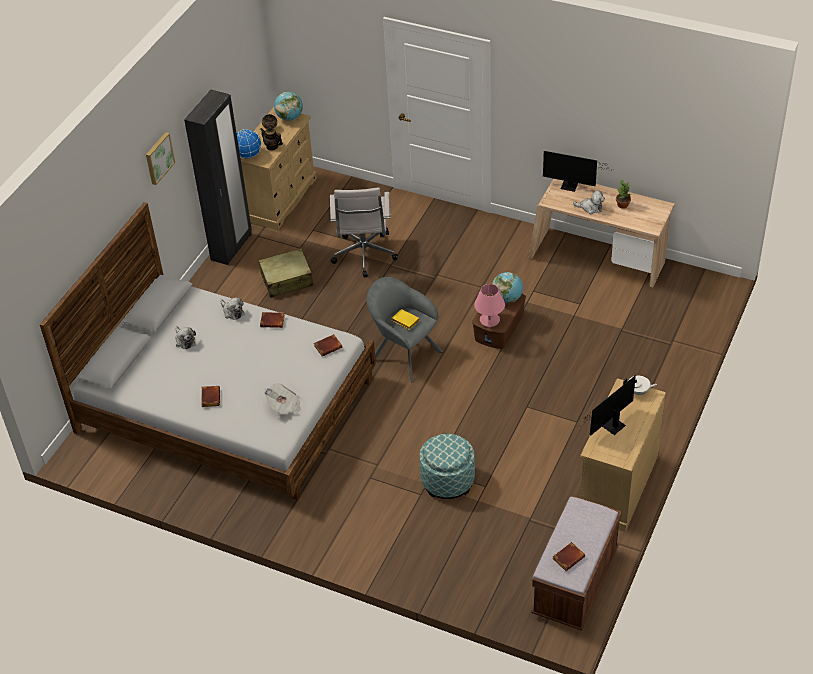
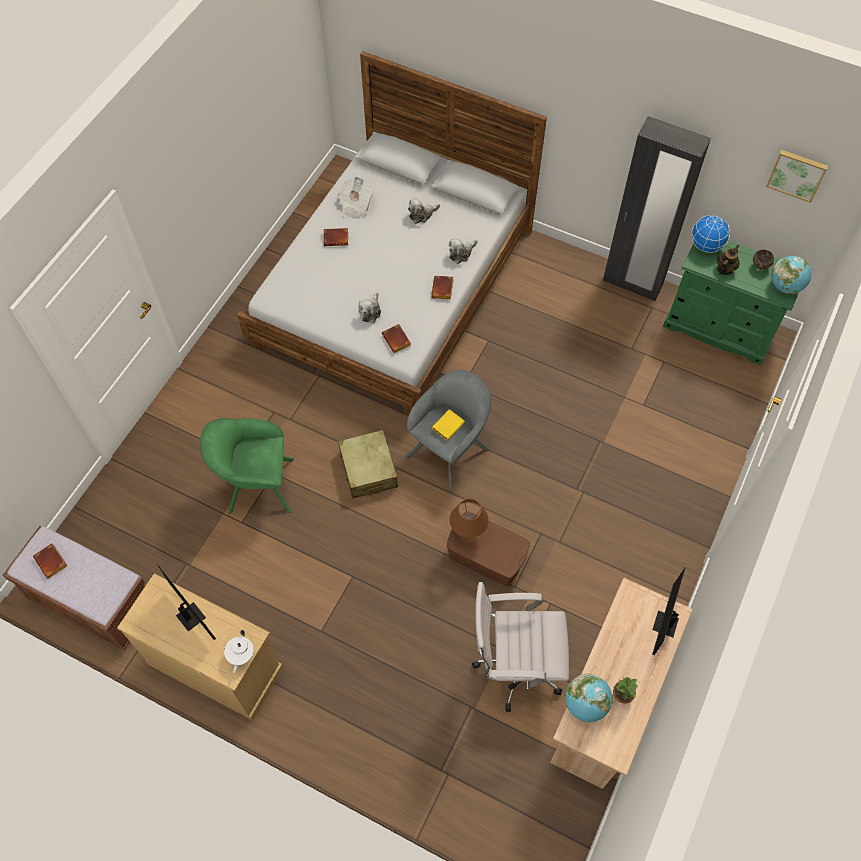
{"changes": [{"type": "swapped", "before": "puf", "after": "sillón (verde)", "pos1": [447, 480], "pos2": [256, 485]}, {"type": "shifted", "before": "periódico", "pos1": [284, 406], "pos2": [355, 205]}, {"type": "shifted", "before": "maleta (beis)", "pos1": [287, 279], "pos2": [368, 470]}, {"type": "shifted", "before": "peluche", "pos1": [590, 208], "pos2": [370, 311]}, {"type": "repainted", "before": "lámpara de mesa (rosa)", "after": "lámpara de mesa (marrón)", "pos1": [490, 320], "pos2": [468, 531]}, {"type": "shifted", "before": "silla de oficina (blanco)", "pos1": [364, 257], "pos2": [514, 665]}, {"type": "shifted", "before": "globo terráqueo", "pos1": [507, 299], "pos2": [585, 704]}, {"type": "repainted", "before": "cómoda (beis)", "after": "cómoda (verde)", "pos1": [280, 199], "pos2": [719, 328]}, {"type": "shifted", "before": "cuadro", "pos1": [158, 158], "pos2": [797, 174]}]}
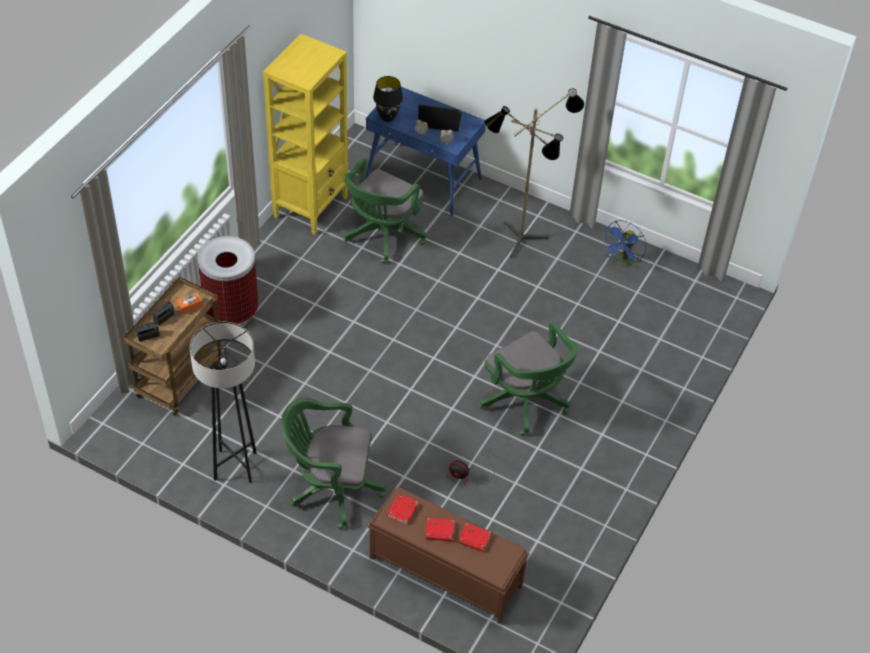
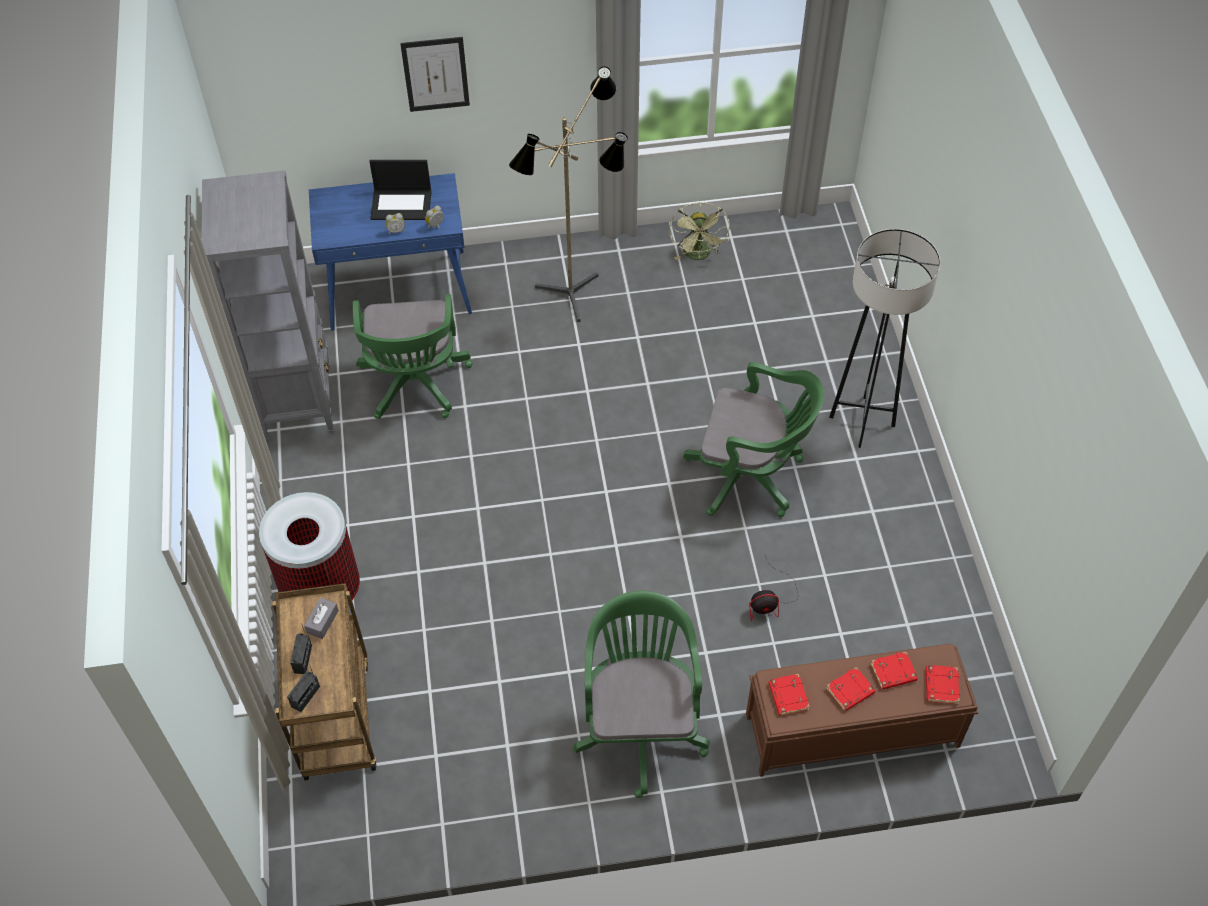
{"changes": [{"type": "repainted", "before": "estantería (amarillo)", "after": "estantería (gris)", "pos1": [311, 207], "pos2": [298, 401]}, {"type": "repainted", "before": "caja de pañuelos (naranja)", "after": "caja de pañuelos (gris)", "pos1": [190, 306], "pos2": [322, 621]}, {"type": "rotated", "before": "portátil", "pos1": [439, 121], "pos2": [402, 204], "turn": -150}, {"type": "new", "after": "cuadro", "pos2": [435, 74]}, {"type": "rotated", "before": "silla de oficina (verde)", "pos1": [331, 488], "pos2": [640, 725], "turn": 120}, {"type": "repainted", "before": "ventilador (azul)", "after": "ventilador (verde)", "pos1": [623, 263], "pos2": [698, 255]}, {"type": "shifted", "before": "lámpara de pie (gris)", "pos1": [235, 466], "pos2": [862, 421]}, {"type": "new", "after": "libro (rojo)", "pos2": [940, 685]}, {"type": "gone", "before": "lámpara de mesa (negro)", "pos1": [387, 118]}]}
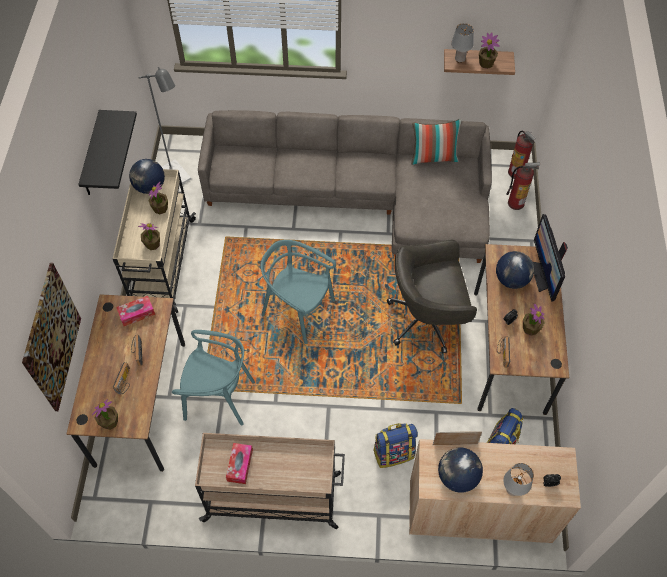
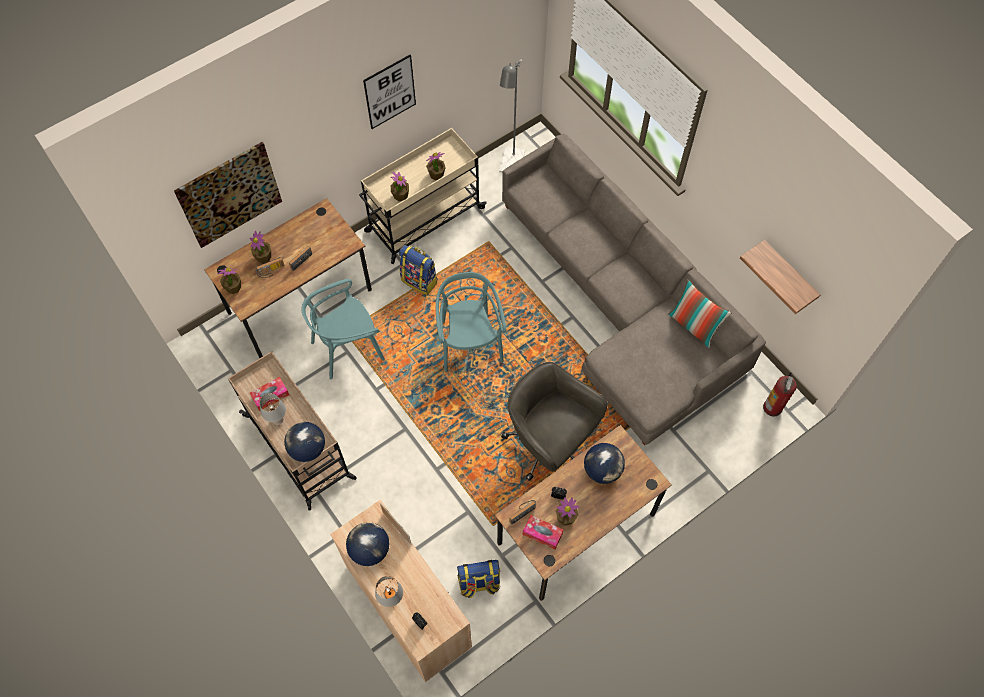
{"changes": [{"type": "shifted", "before": "planta en maceta", "pos1": [486, 63], "pos2": [264, 257]}, {"type": "shifted", "before": "lámpara de mesa (gris)", "pos1": [459, 60], "pos2": [277, 420]}, {"type": "shifted", "before": "globo terráqueo", "pos1": [150, 187], "pos2": [307, 449]}, {"type": "rotated", "before": "silla (turquesa)", "pos1": [219, 397], "pos2": [347, 348], "turn": 90}, {"type": "swapped", "before": "estante (negro)", "after": "cuadro", "pos1": [92, 156], "pos2": [390, 92]}, {"type": "shifted", "before": "mochila", "pos1": [393, 453], "pos2": [420, 280]}, {"type": "shifted", "before": "caja de pañuelos", "pos1": [137, 313], "pos2": [542, 533]}, {"type": "gone", "before": "extintor", "pos1": [516, 203]}, {"type": "gone", "before": "monitor", "pos1": [543, 276]}]}
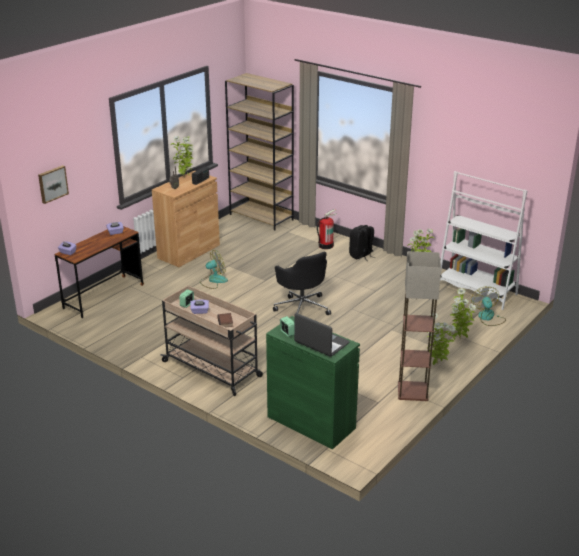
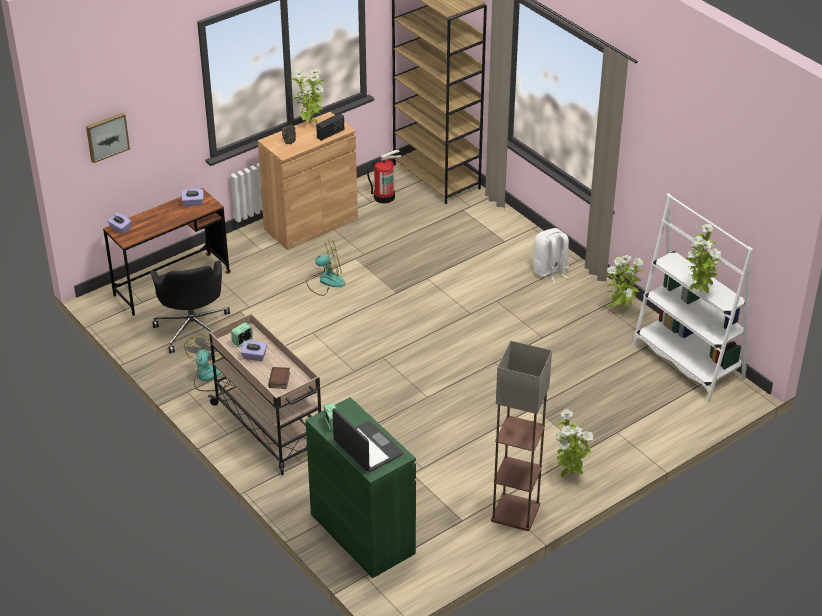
{"changes": [{"type": "shifted", "before": "silla de oficina (negro)", "pos1": [302, 307], "pos2": [193, 328]}, {"type": "shifted", "before": "ventilador", "pos1": [488, 318], "pos2": [208, 377]}, {"type": "shifted", "before": "extintor", "pos1": [326, 245], "pos2": [384, 197]}, {"type": "repainted", "before": "mochila (negro)", "after": "mochila (blanco)", "pos1": [361, 255], "pos2": [550, 271]}, {"type": "shifted", "before": "planta en maceta", "pos1": [459, 338], "pos2": [699, 292]}]}
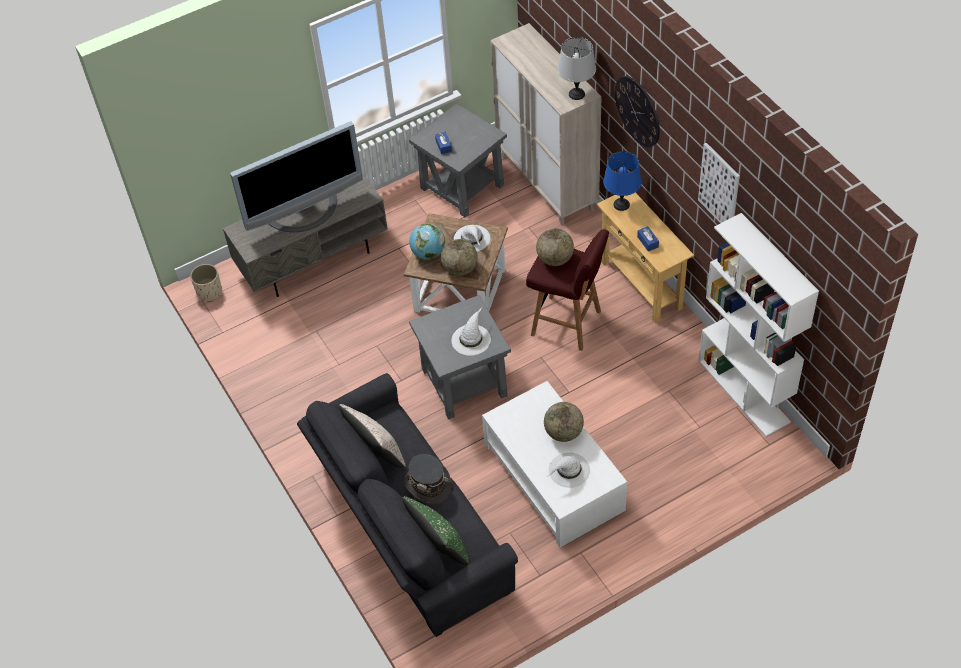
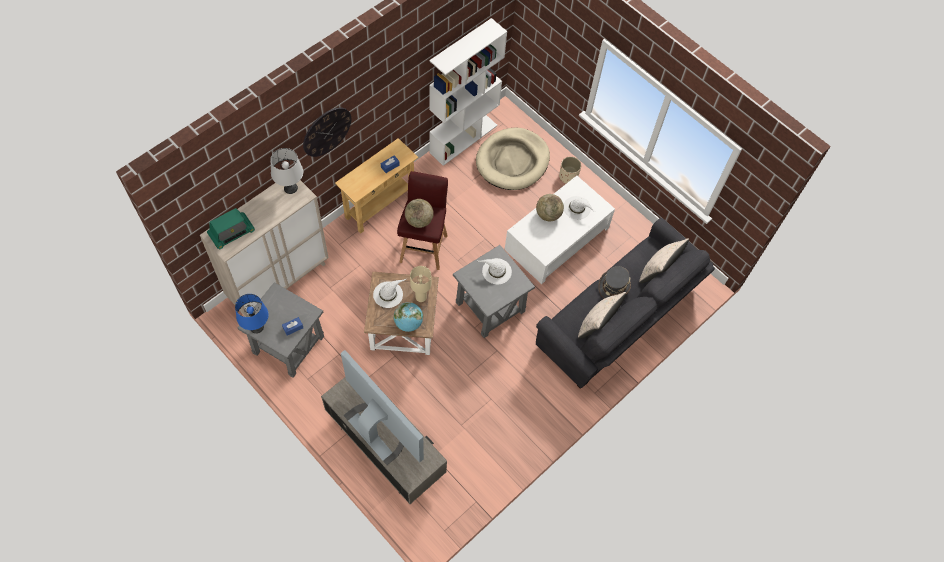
{"changes": [{"type": "new", "after": "radio", "pos2": [231, 233]}, {"type": "shifted", "before": "lámpara de mesa (azul)", "pos1": [621, 205], "pos2": [257, 327]}, {"type": "swapped", "before": "globo terráqueo", "after": "lámpara de mesa (beis)", "pos1": [460, 269], "pos2": [421, 297]}, {"type": "new", "after": "cama para perro (beis)", "pos2": [512, 161]}, {"type": "shifted", "before": "maceta (beis)", "pos1": [209, 292], "pos2": [568, 176]}, {"type": "repainted", "before": "cojín (verde)", "after": "cojín (beis)", "pos1": [440, 546], "pos2": [657, 271]}, {"type": "gone", "before": "cuadro", "pos1": [719, 187]}]}
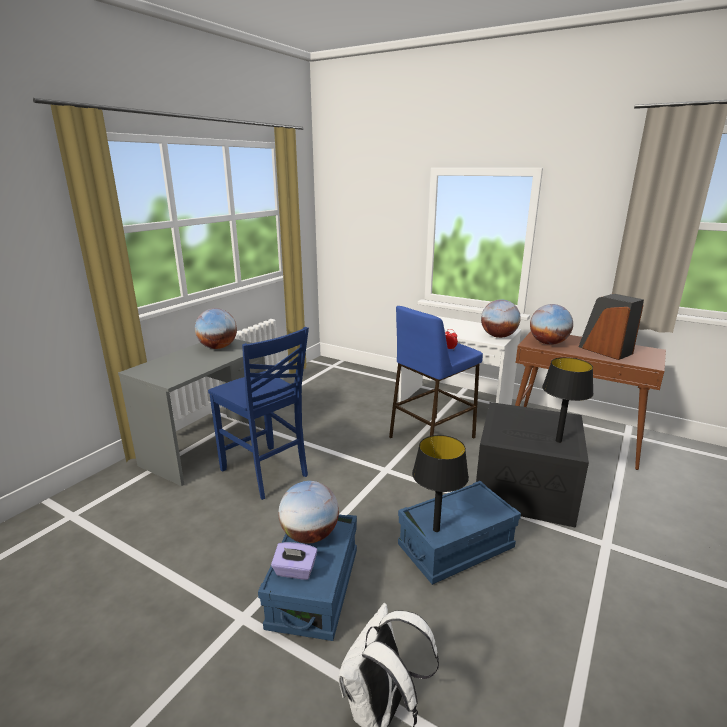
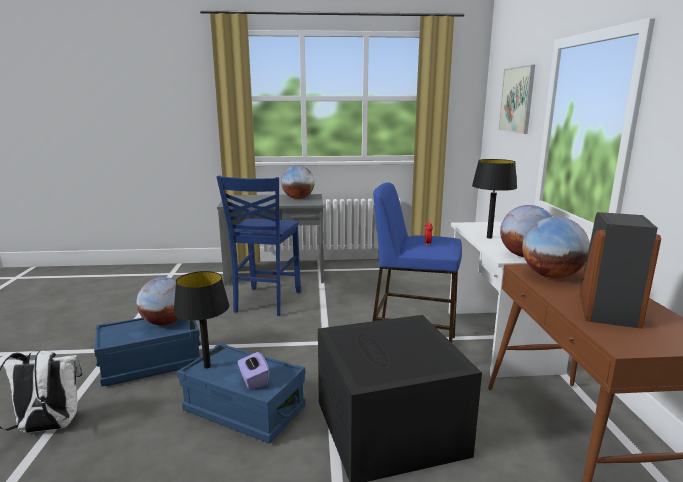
{"changes": [{"type": "shifted", "before": "caja de pañuelos (morado)", "pos1": [295, 571], "pos2": [253, 380]}, {"type": "shifted", "before": "lámpara de mesa (negro)", "pos1": [558, 441], "pos2": [489, 237]}, {"type": "new", "after": "cuadro", "pos2": [517, 99]}]}
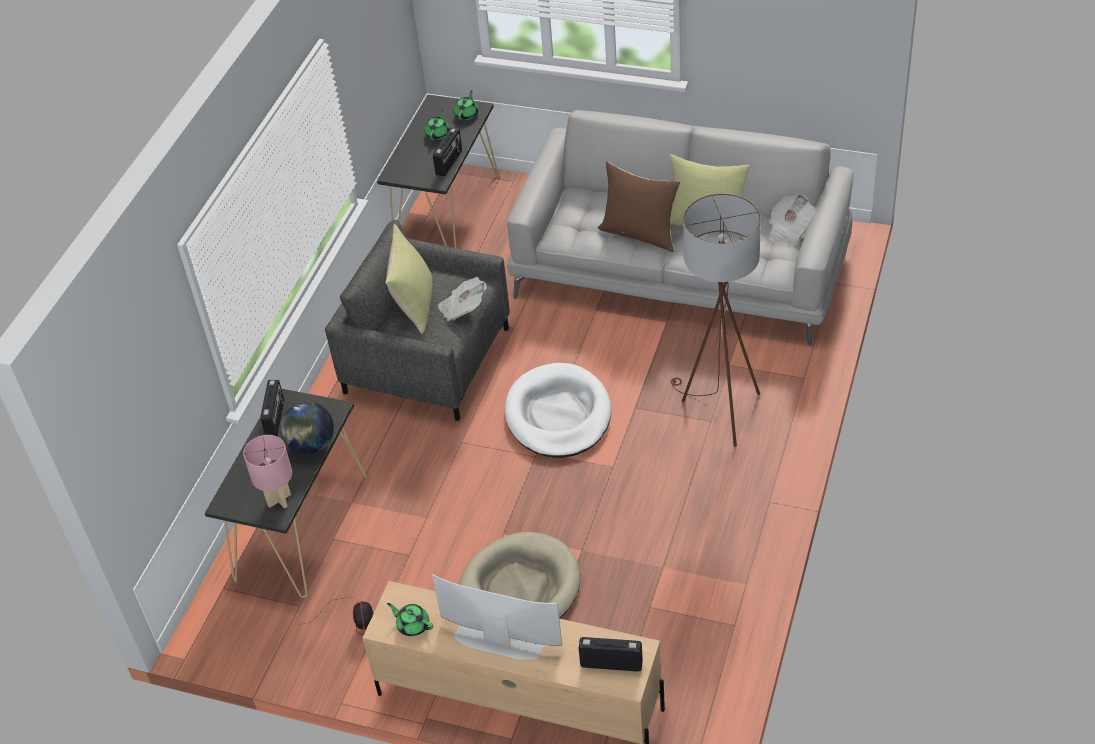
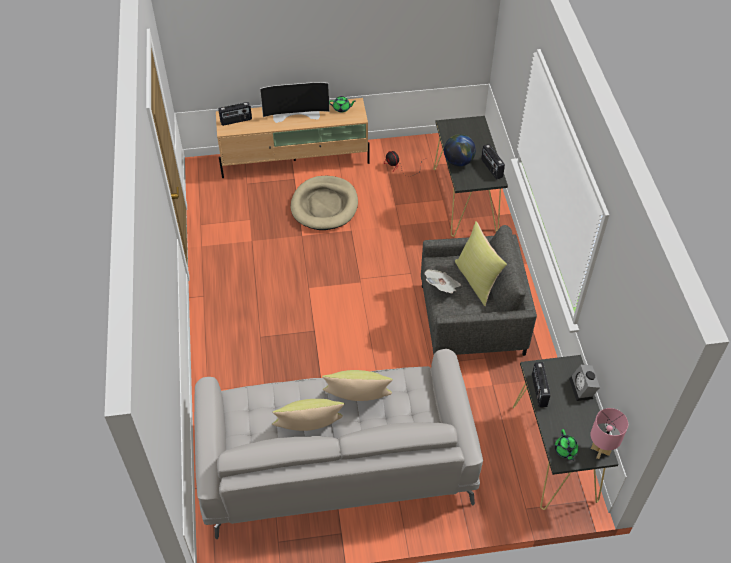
{"changes": [{"type": "repainted", "before": "cojín (marrón)", "after": "cojín (amarillo)", "pos1": [640, 233], "pos2": [356, 400]}, {"type": "new", "after": "despertador", "pos2": [582, 389]}, {"type": "shifted", "before": "lámpara de mesa (rosa)", "pos1": [278, 500], "pos2": [600, 451]}, {"type": "gone", "before": "tetera (verde)", "pos1": [438, 134]}, {"type": "gone", "before": "cama para perro (blanco)", "pos1": [558, 415]}, {"type": "gone", "before": "lámpara de pie (marrón)", "pos1": [718, 412]}, {"type": "gone", "before": "periódico", "pos1": [789, 229]}]}
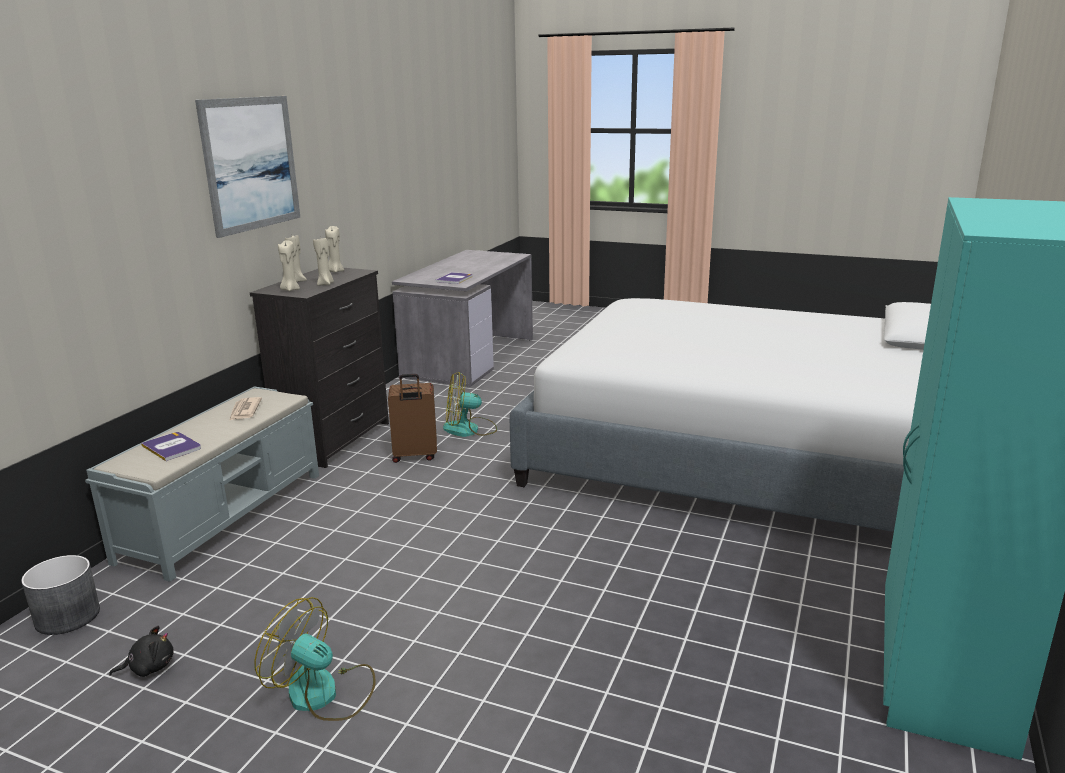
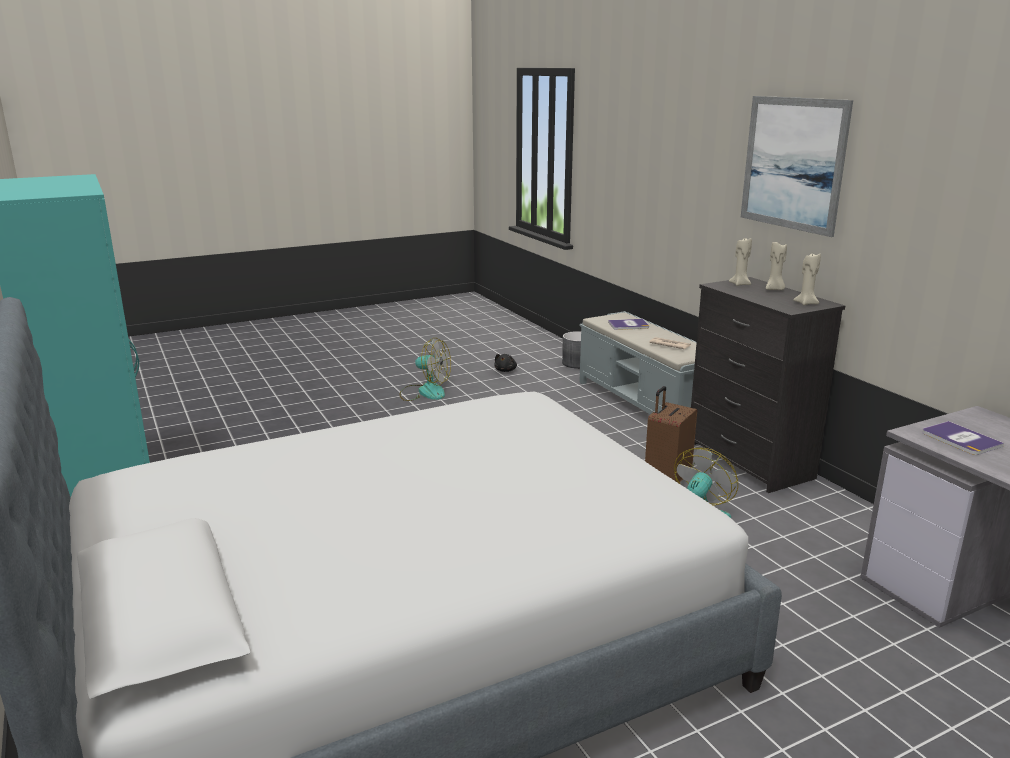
{"changes": [{"type": "rotated", "before": "ventilador", "pos1": [324, 694], "pos2": [425, 392], "turn": 45}, {"type": "gone", "before": "vela (beis)", "pos1": [325, 284]}]}
